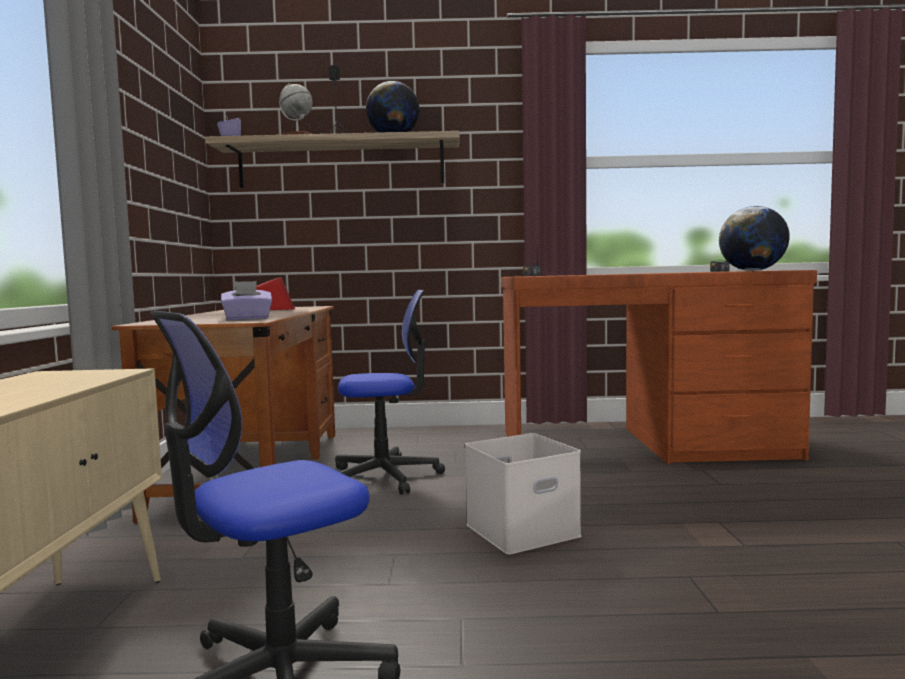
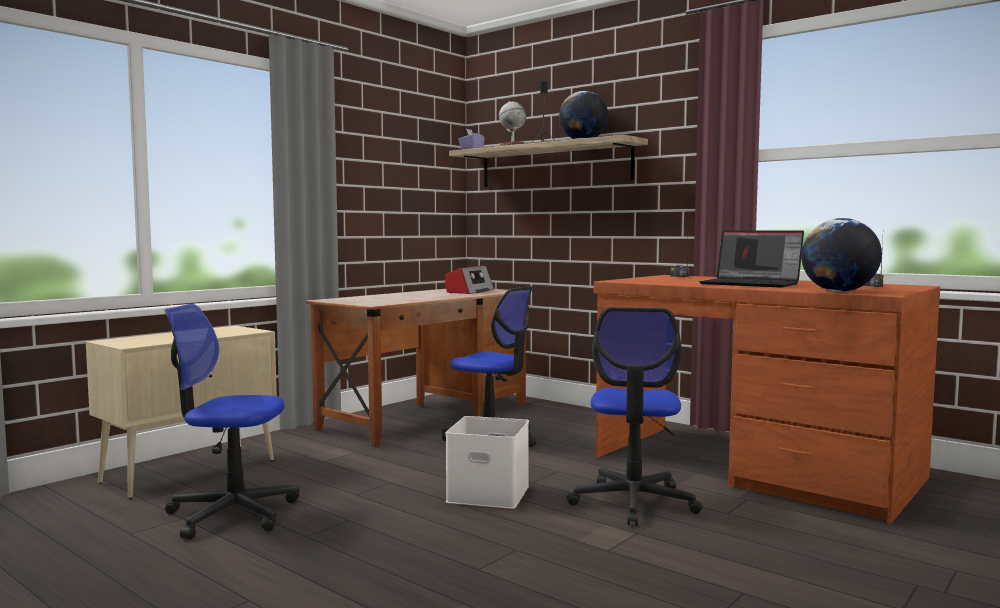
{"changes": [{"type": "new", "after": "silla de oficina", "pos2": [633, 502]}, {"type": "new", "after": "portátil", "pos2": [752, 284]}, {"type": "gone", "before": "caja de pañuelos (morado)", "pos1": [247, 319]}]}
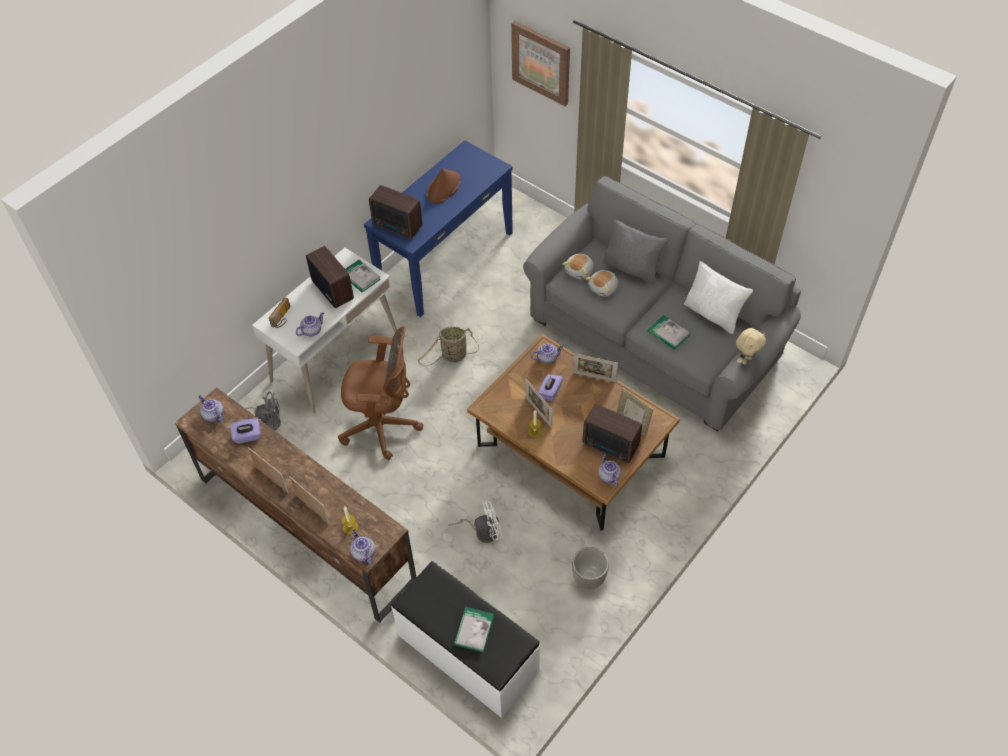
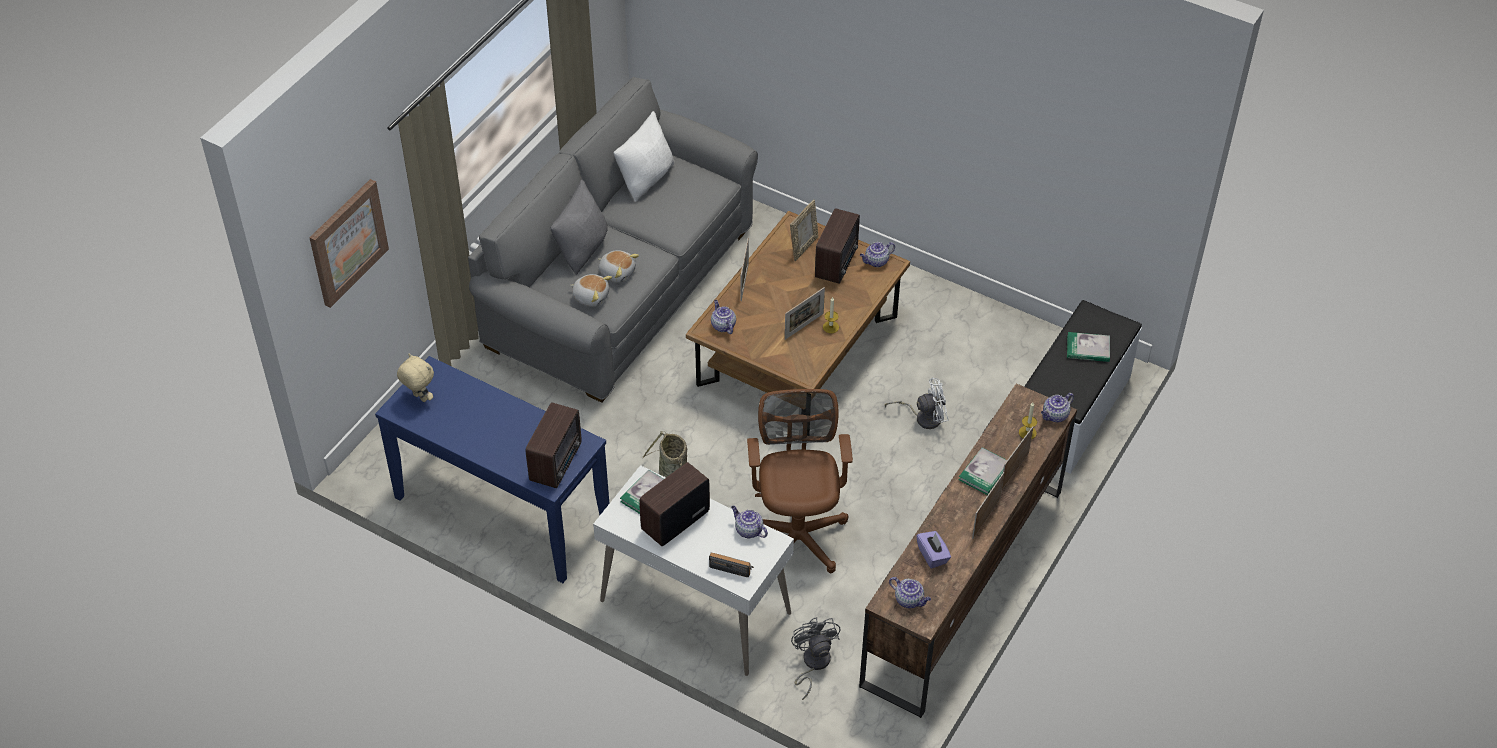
{"changes": [{"type": "shifted", "before": "peluche (beis)", "pos1": [746, 359], "pos2": [419, 398]}, {"type": "rotated", "before": "ventilador (blanco)", "pos1": [482, 531], "pos2": [923, 417], "turn": 105}, {"type": "rotated", "before": "tetera", "pos1": [213, 415], "pos2": [909, 600], "turn": -90}, {"type": "shifted", "before": "libro", "pos1": [668, 333], "pos2": [984, 473]}, {"type": "gone", "before": "sombrero (marrón)", "pos1": [443, 188]}, {"type": "gone", "before": "caja de pañuelos (morado)", "pos1": [550, 392]}, {"type": "gone", "before": "maceta", "pos1": [588, 578]}]}
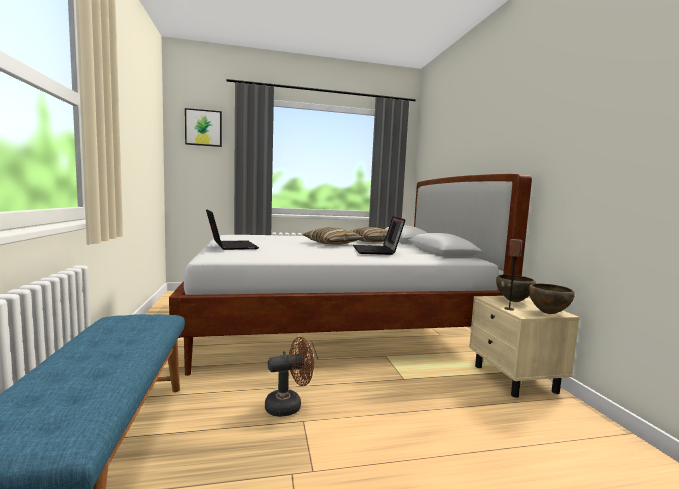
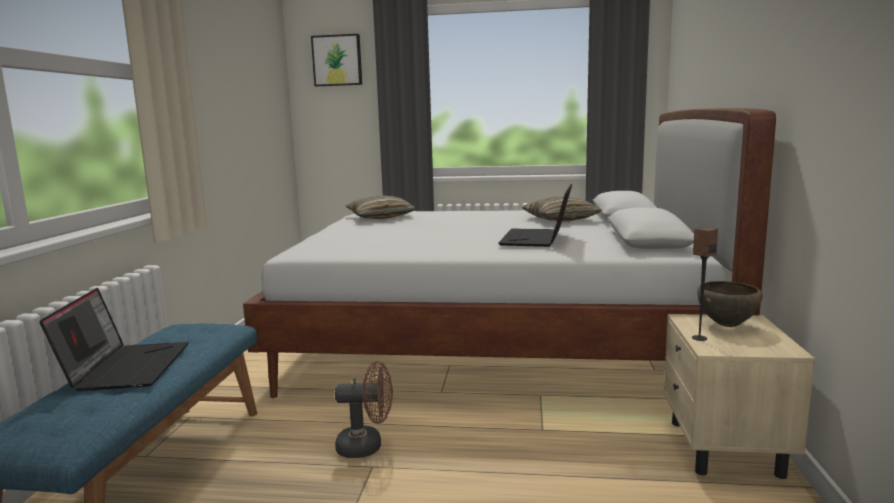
{"changes": [{"type": "shifted", "before": "portátil", "pos1": [230, 246], "pos2": [126, 367]}, {"type": "shifted", "before": "cojín", "pos1": [332, 243], "pos2": [380, 217]}, {"type": "gone", "before": "cuenco (marrón)", "pos1": [547, 313]}]}
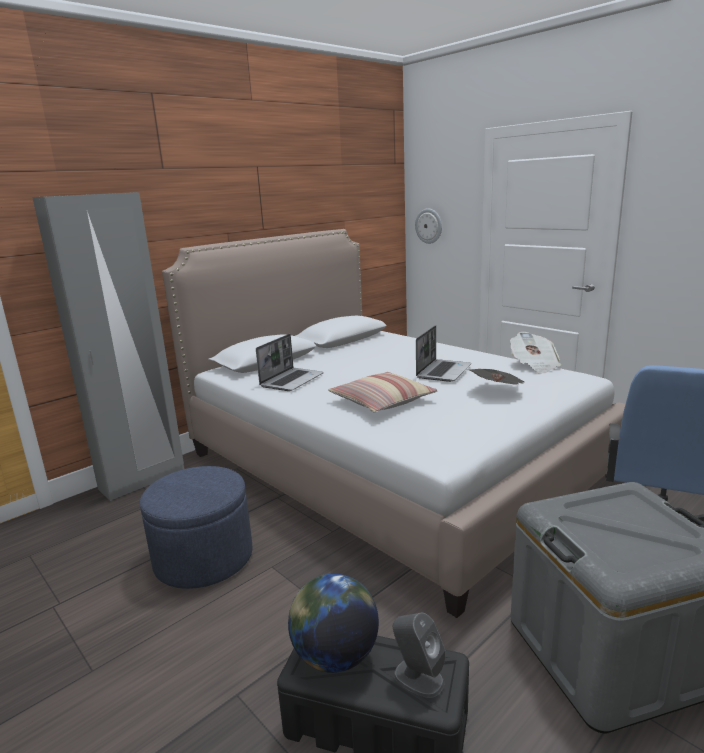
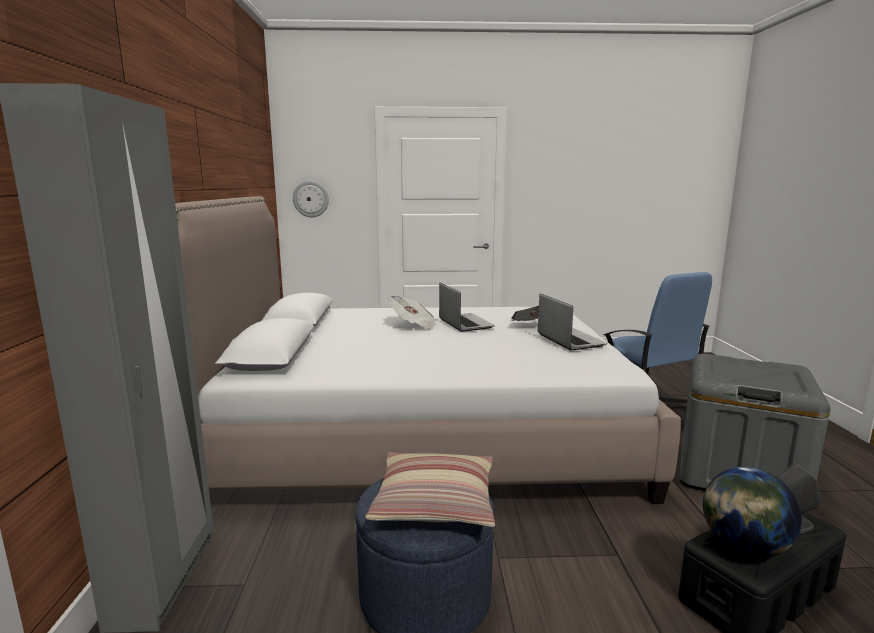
{"changes": [{"type": "shifted", "before": "cojín", "pos1": [382, 401], "pos2": [435, 501]}, {"type": "shifted", "before": "periódico", "pos1": [534, 365], "pos2": [414, 325]}, {"type": "shifted", "before": "portátil", "pos1": [292, 380], "pos2": [569, 340]}]}
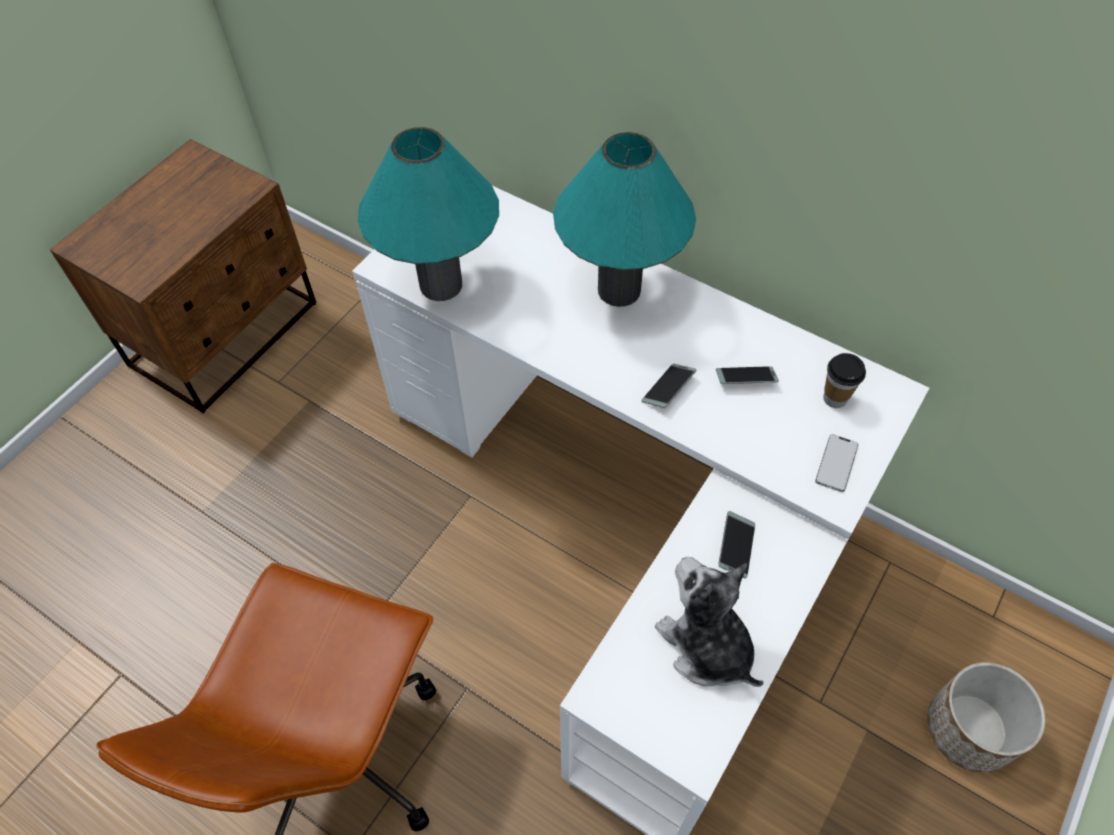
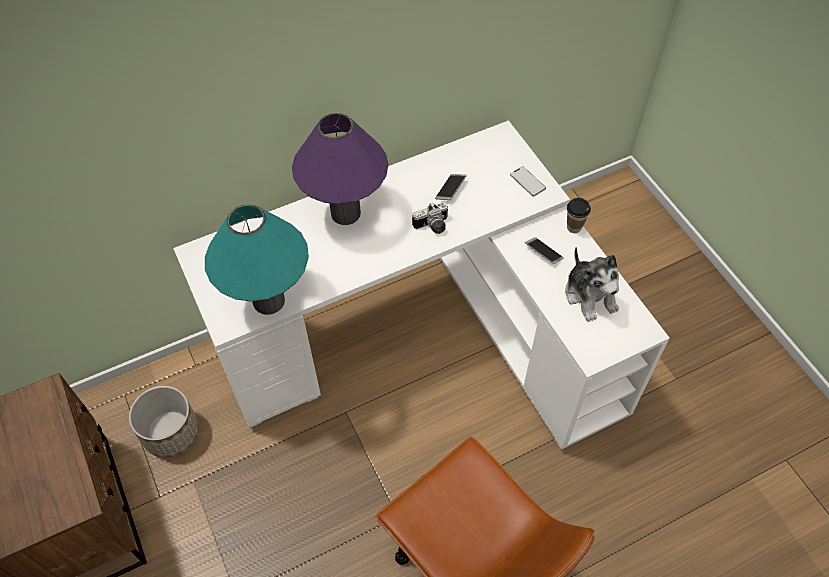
{"changes": [{"type": "shifted", "before": "maceta", "pos1": [970, 729], "pos2": [171, 432]}, {"type": "repainted", "before": "lámpara de mesa (turquesa)", "after": "lámpara de mesa (morado)", "pos1": [619, 290], "pos2": [345, 213]}, {"type": "swapped", "before": "móvil", "after": "cámara", "pos1": [668, 389], "pos2": [432, 226]}, {"type": "rotated", "before": "peluche", "pos1": [706, 645], "pos2": [590, 295], "turn": -105}, {"type": "shifted", "before": "taza", "pos1": [834, 398], "pos2": [574, 227]}]}
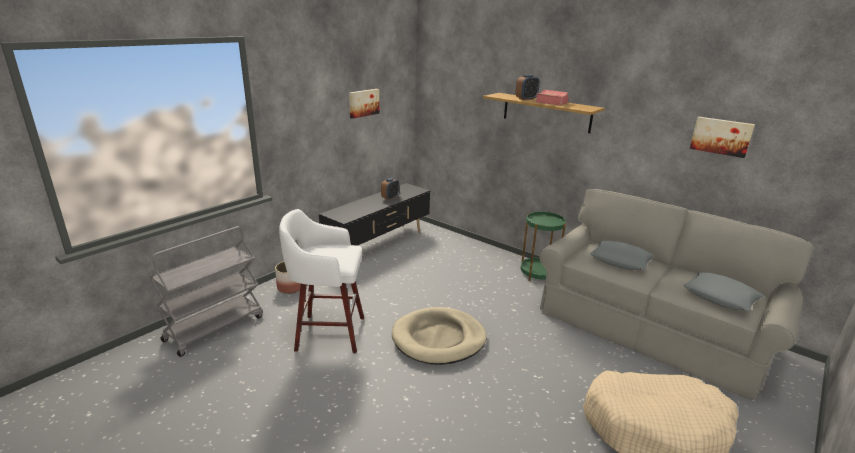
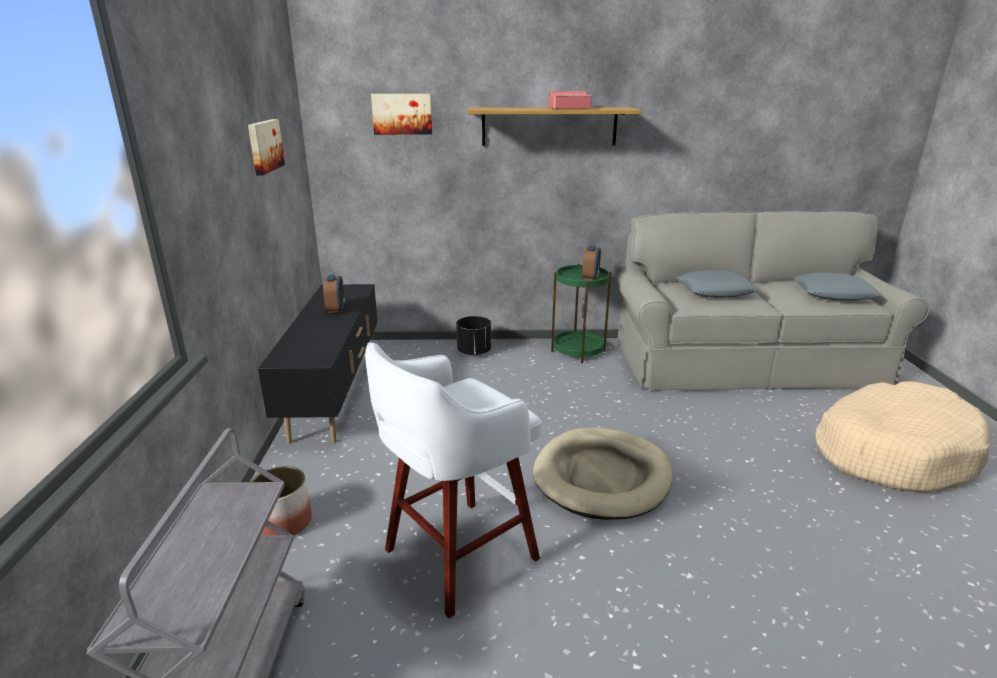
{"changes": [{"type": "shifted", "before": "cuadro", "pos1": [721, 136], "pos2": [402, 114]}, {"type": "new", "after": "maceta (negro)", "pos2": [474, 352]}, {"type": "shifted", "before": "despertador", "pos1": [526, 99], "pos2": [590, 277]}]}
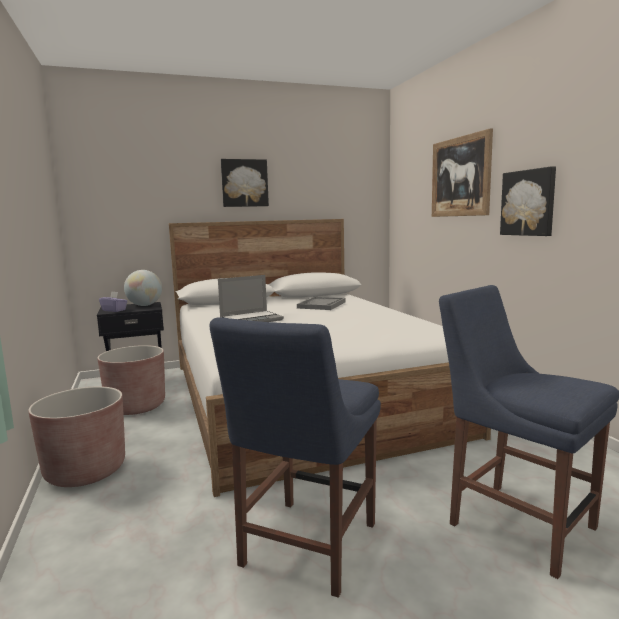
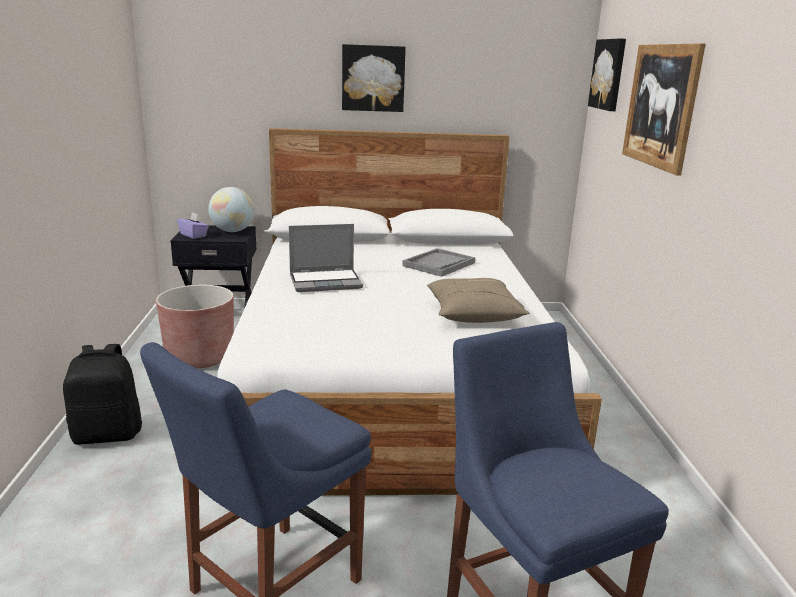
{"changes": [{"type": "swapped", "before": "maceta (marrón)", "after": "mochila (negro)", "pos1": [85, 471], "pos2": [108, 434]}, {"type": "new", "after": "cojín (beis)", "pos2": [473, 314]}, {"type": "shifted", "before": "cuadro", "pos1": [528, 203], "pos2": [609, 74]}]}
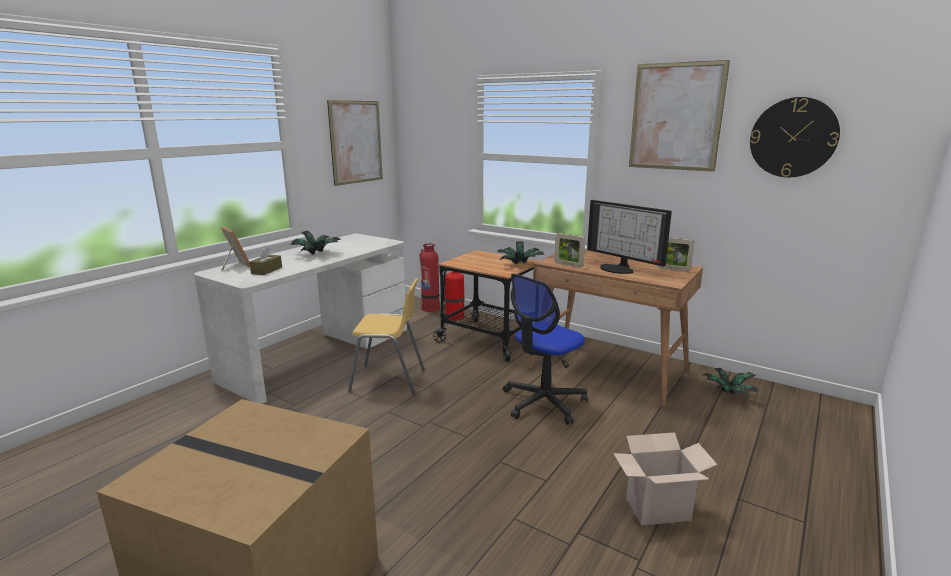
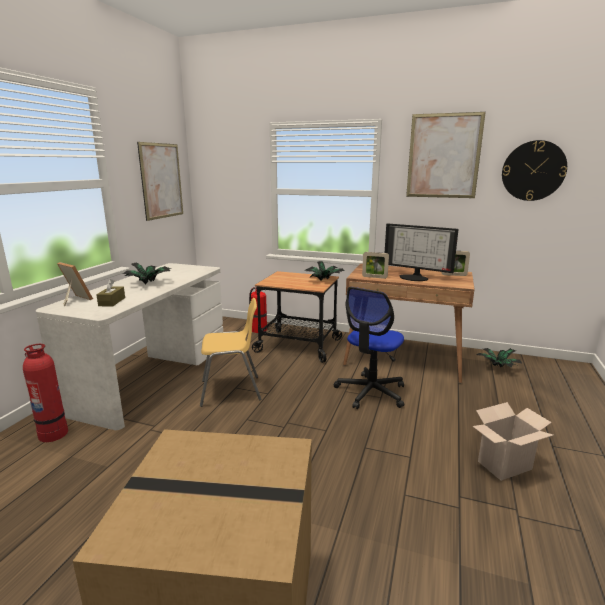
{"changes": [{"type": "shifted", "before": "extintor", "pos1": [430, 308], "pos2": [53, 433]}]}
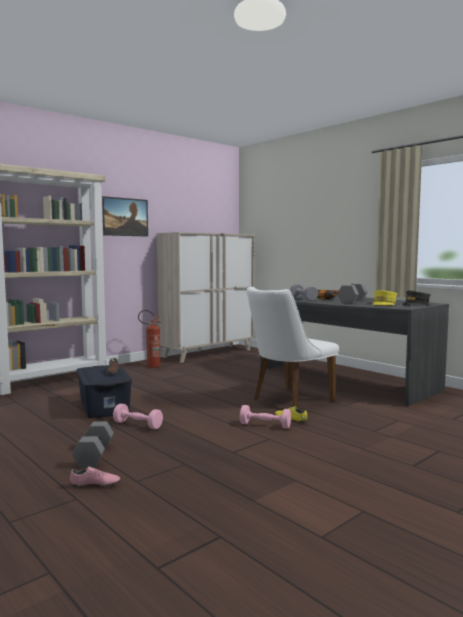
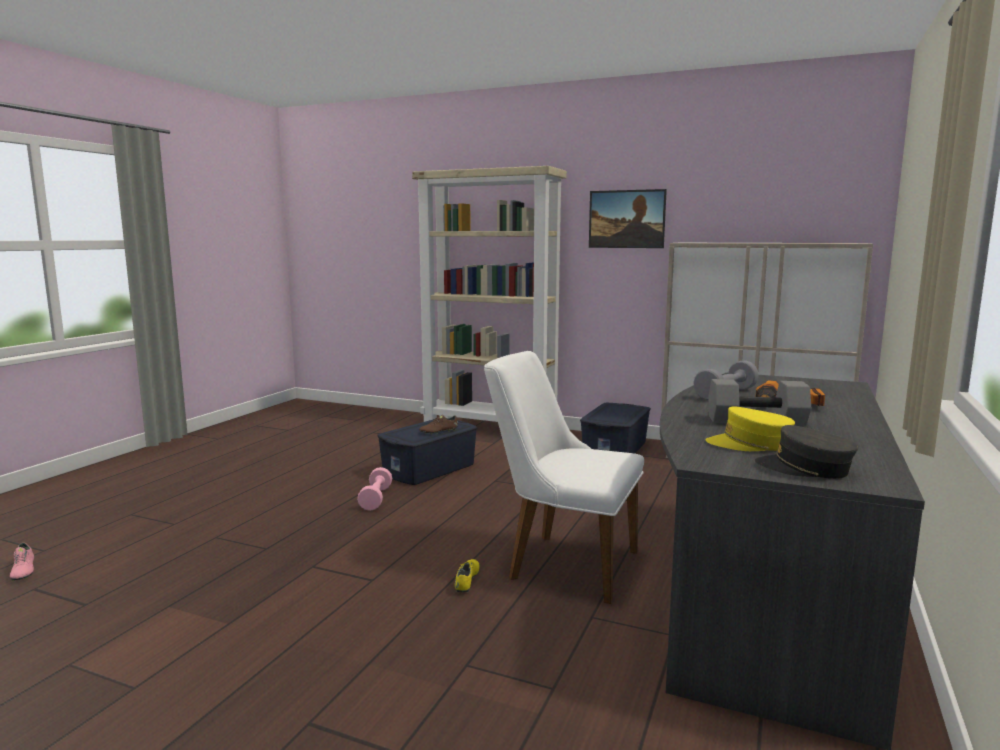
{"changes": [{"type": "shifted", "before": "zapato (rosa)", "pos1": [95, 485], "pos2": [23, 571]}, {"type": "swapped", "before": "extintor", "after": "caja de almacenaje (azul)", "pos1": [150, 367], "pos2": [615, 449]}, {"type": "gone", "before": "mancuerna (gris)", "pos1": [93, 455]}, {"type": "gone", "before": "mancuerna (rosa)", "pos1": [265, 425]}]}
